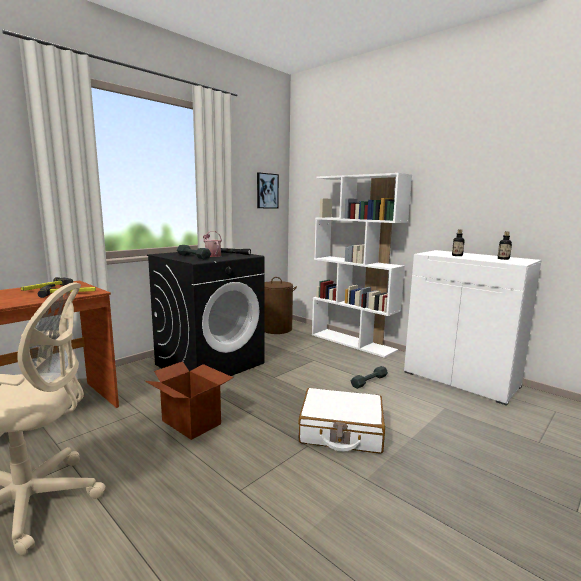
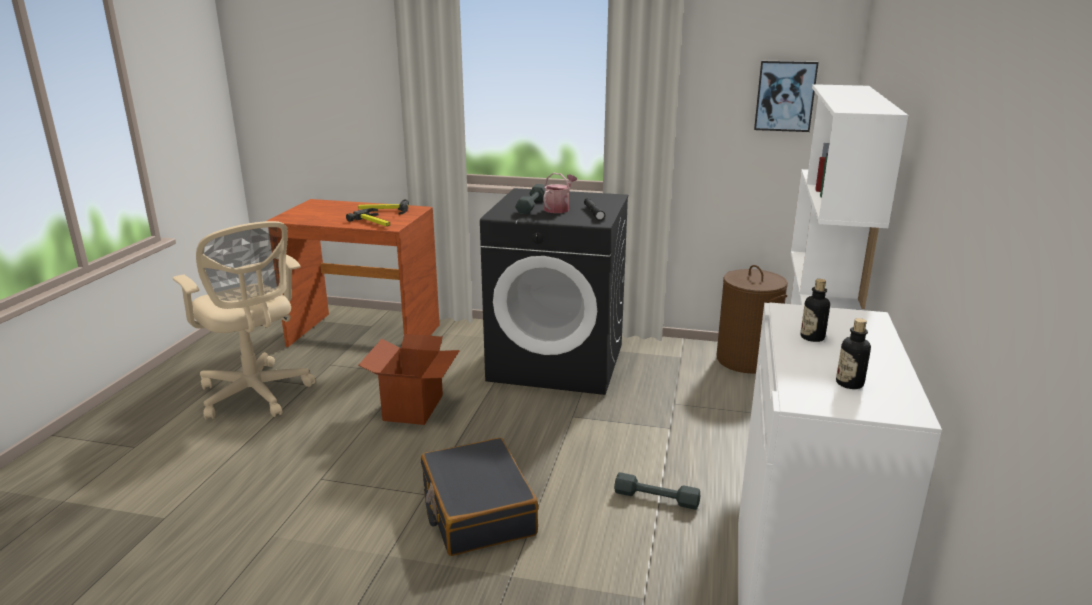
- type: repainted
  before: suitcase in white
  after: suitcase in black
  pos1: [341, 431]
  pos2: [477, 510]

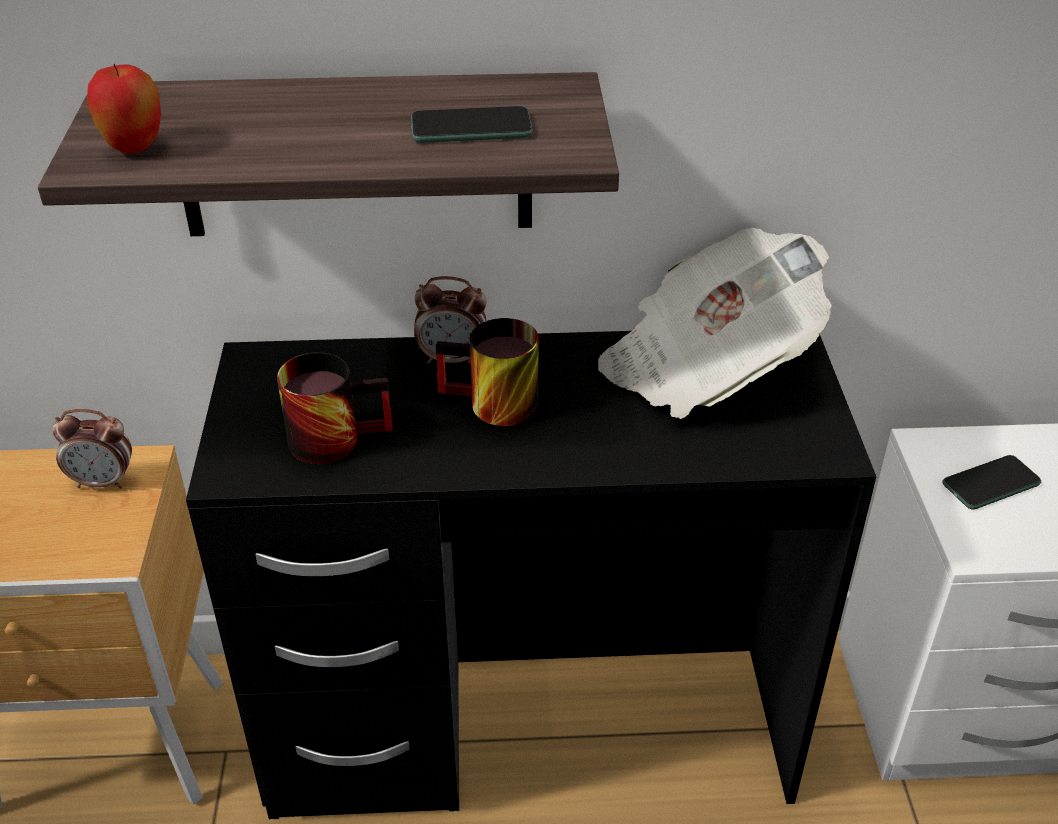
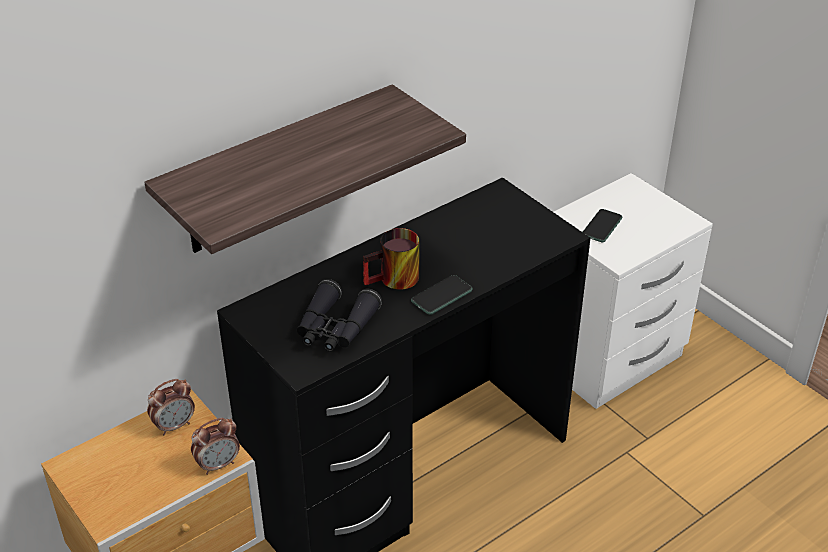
- type: gone
  before: apple
  pos1: [134, 148]
- type: shifted
  before: phone
  pos1: [471, 128]
  pos2: [441, 296]
- type: gone
  before: newspaper
  pos1: [706, 366]
- type: shifted
  before: alarm clock
  pos1: [452, 359]
  pos2: [218, 464]
- type: swapped
  before: mug
  after: binoculars in black
  pos1: [336, 435]
  pos2: [335, 328]

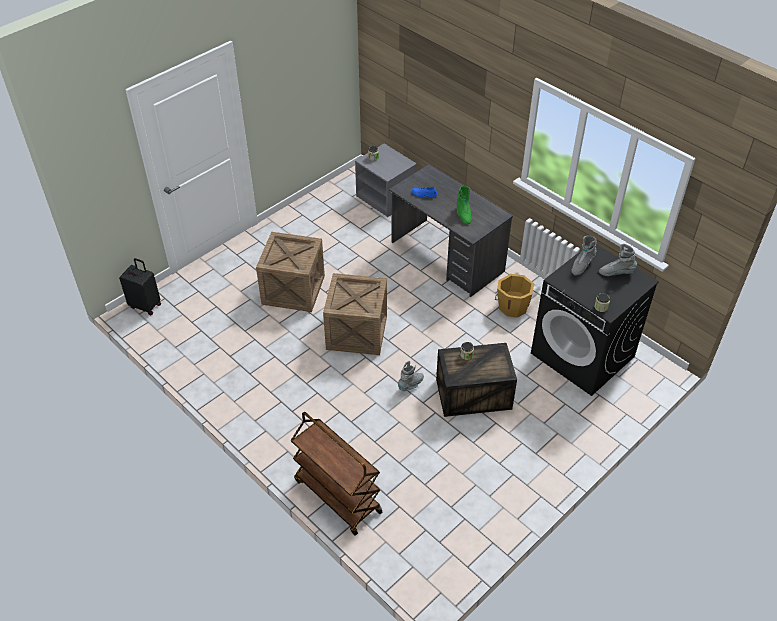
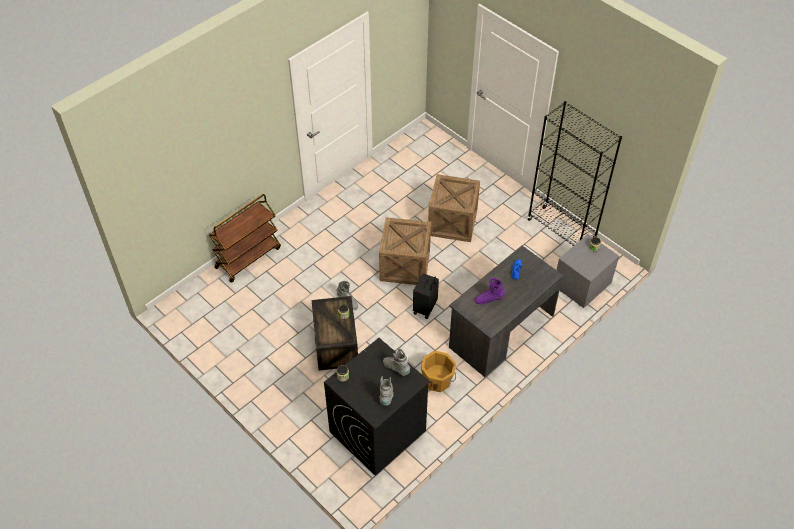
- type: repainted
  before: boot in green
  after: boot in purple
  pos1: [463, 214]
  pos2: [489, 299]
- type: shifted
  before: suitcase in black
  pos1: [146, 305]
  pos2: [425, 308]
- type: new
  after: bookcase in black
  pos2: [561, 231]

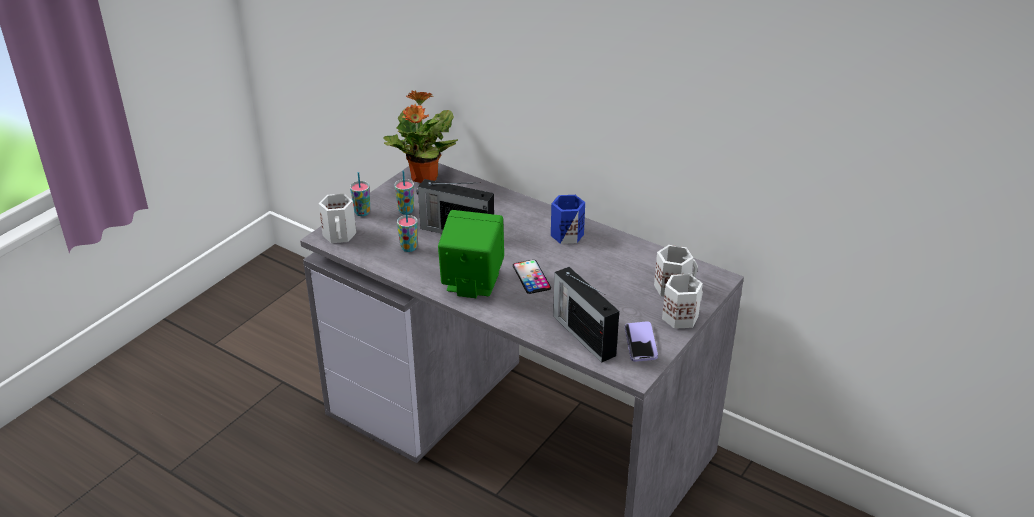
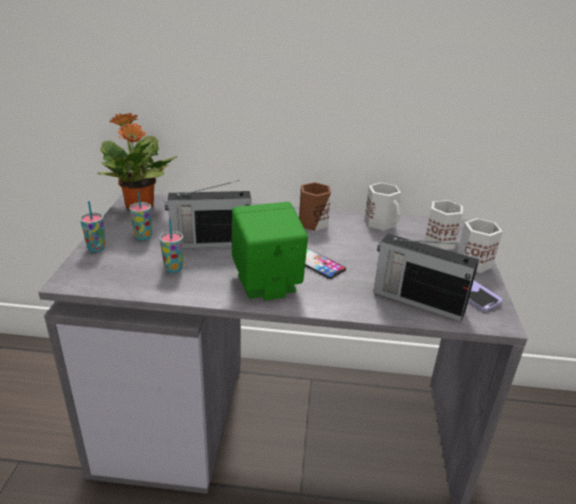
- type: shifted
  before: mug in white
  pos1: [340, 235]
  pos2: [381, 223]
- type: repainted
  before: mug in blue
  after: mug in brown
  pos1: [566, 234]
  pos2: [311, 222]

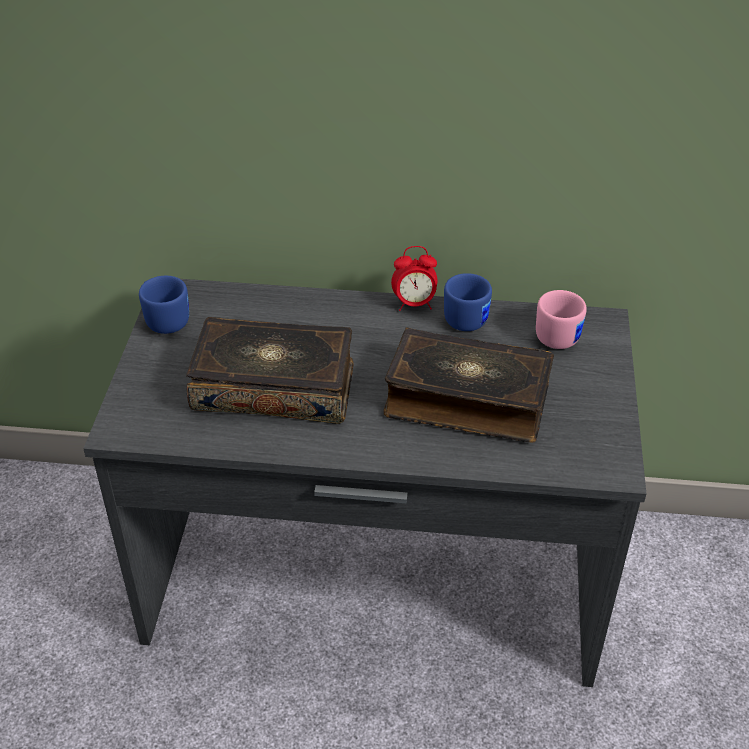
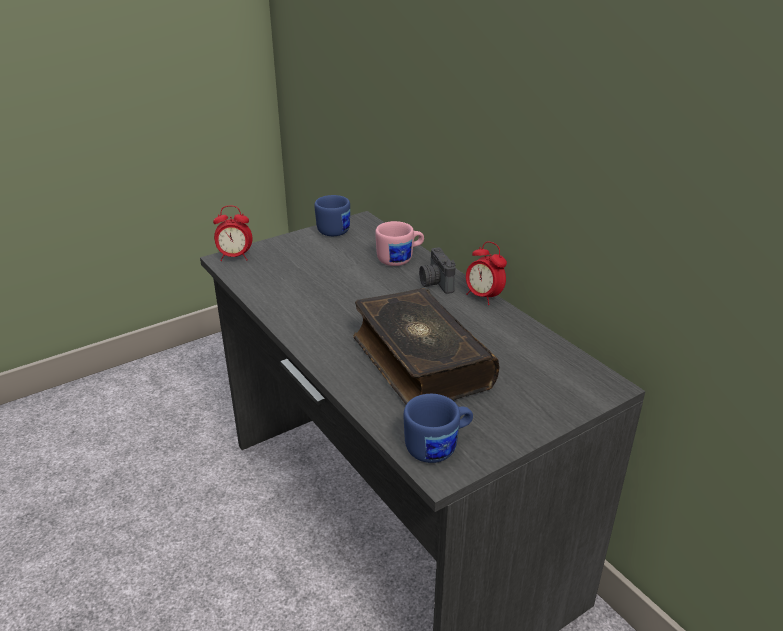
- type: shifted
  before: mug in blue
  pos1: [467, 316]
  pos2: [439, 447]
- type: shifted
  before: mug in pink
  pos1: [559, 333]
  pos2: [400, 259]
- type: gone
  before: book
  pos1: [274, 385]
- type: new
  after: alarm clock
  pos2: [235, 257]
- type: new
  after: photo camera
  pos2: [435, 283]

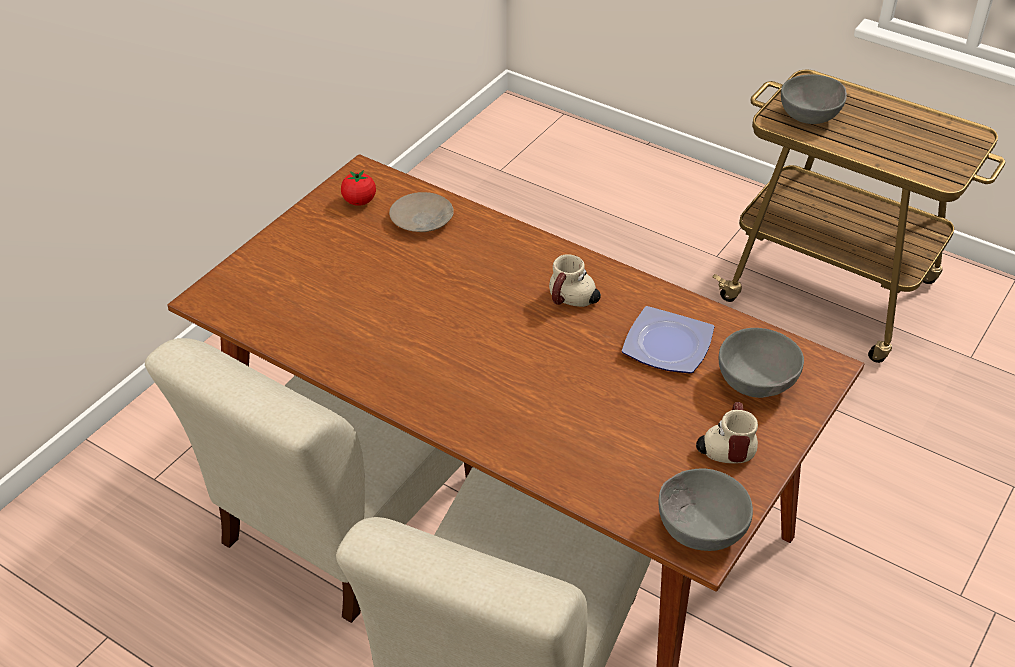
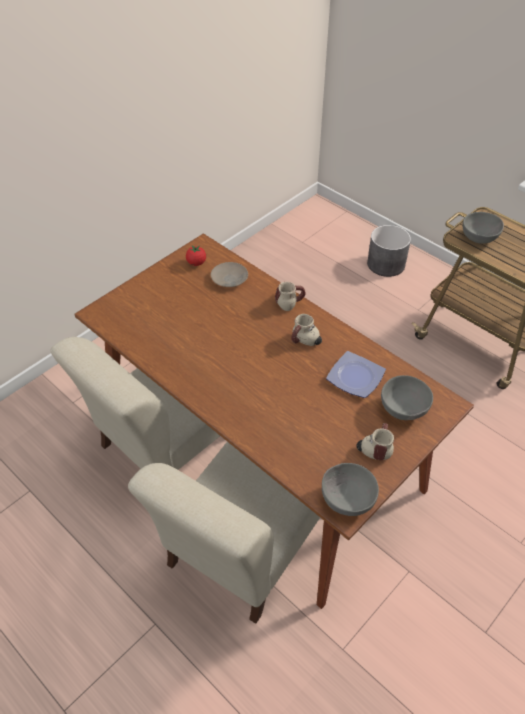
- type: new
  after: planter in grey
  pos2: [385, 264]
- type: new
  after: mug
  pos2: [289, 301]

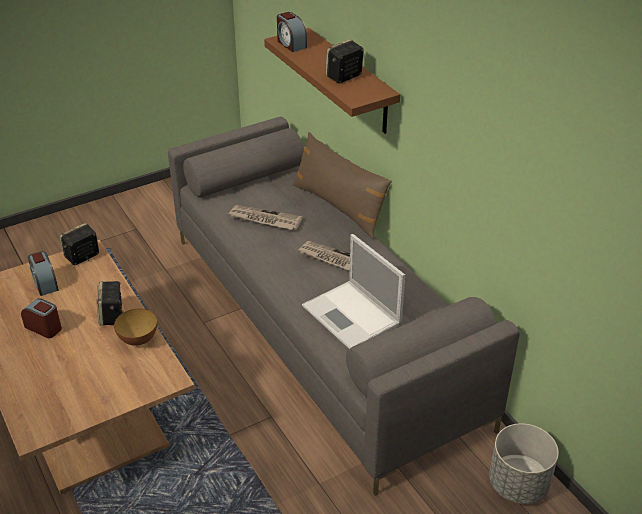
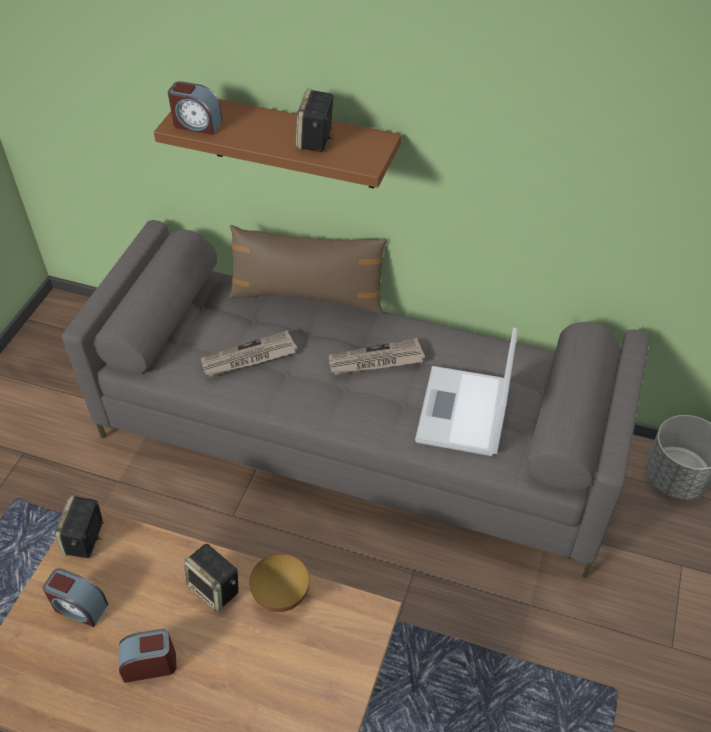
- type: rotated
  before: laptop
  pos1: [353, 316]
  pos2: [463, 413]
  turn: 90

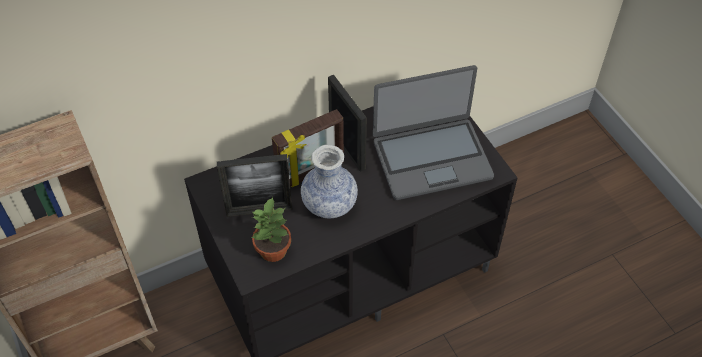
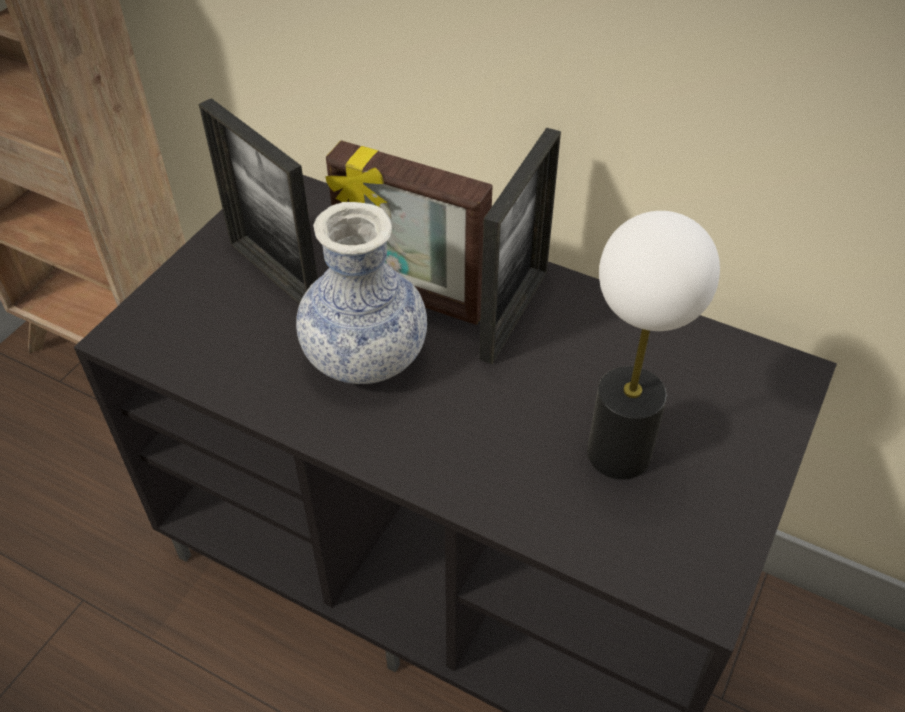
- type: swapped
  before: laptop
  after: table lamp
  pos1: [431, 158]
  pos2: [620, 453]
- type: gone
  before: potted plant
  pos1: [272, 251]

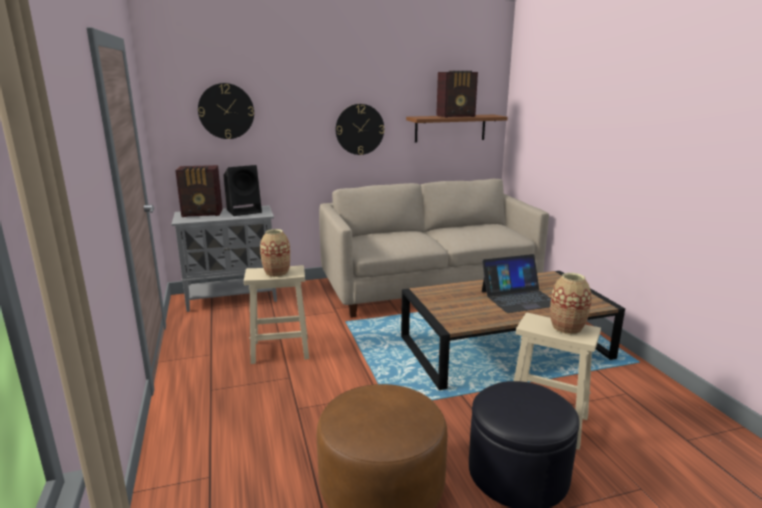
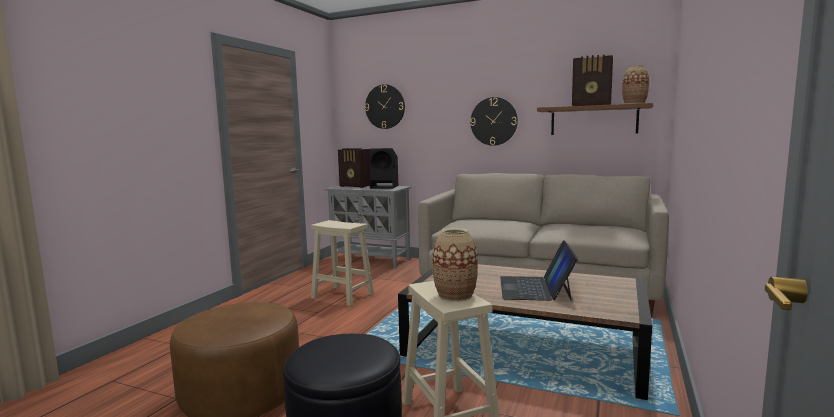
- type: shifted
  before: vase
  pos1: [277, 273]
  pos2: [634, 104]
- type: rotated
  before: laptop
  pos1: [519, 298]
  pos2: [535, 288]
  turn: 75

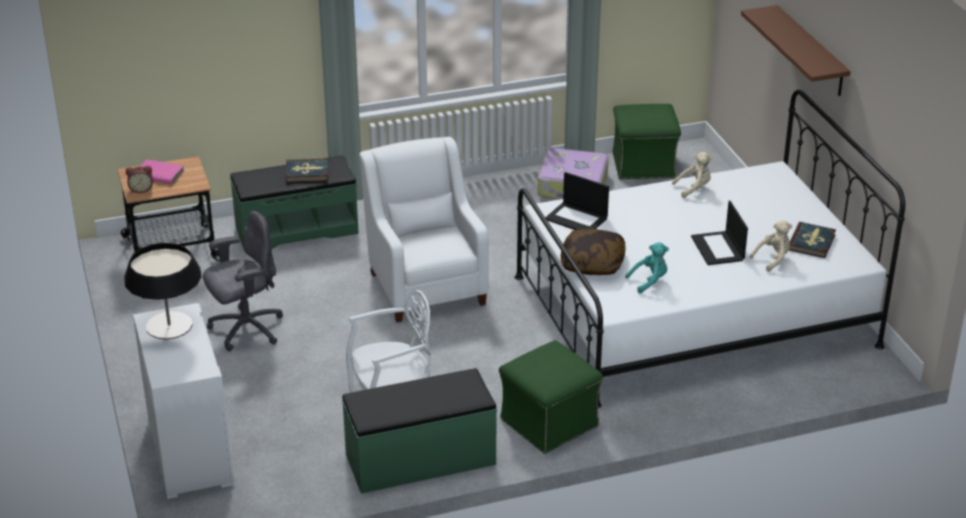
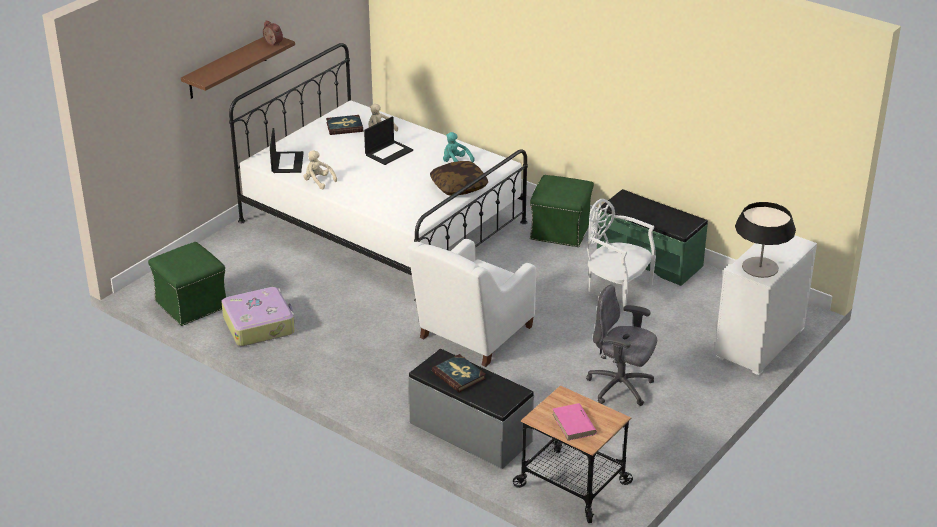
- type: repainted
  before: bench in green
  after: bench in grey
  pos1: [296, 230]
  pos2: [470, 432]
- type: shifted
  before: alarm clock
  pos1: [141, 189]
  pos2: [272, 44]
- type: shifted
  before: laptop
  pos1: [577, 218]
  pos2: [287, 162]

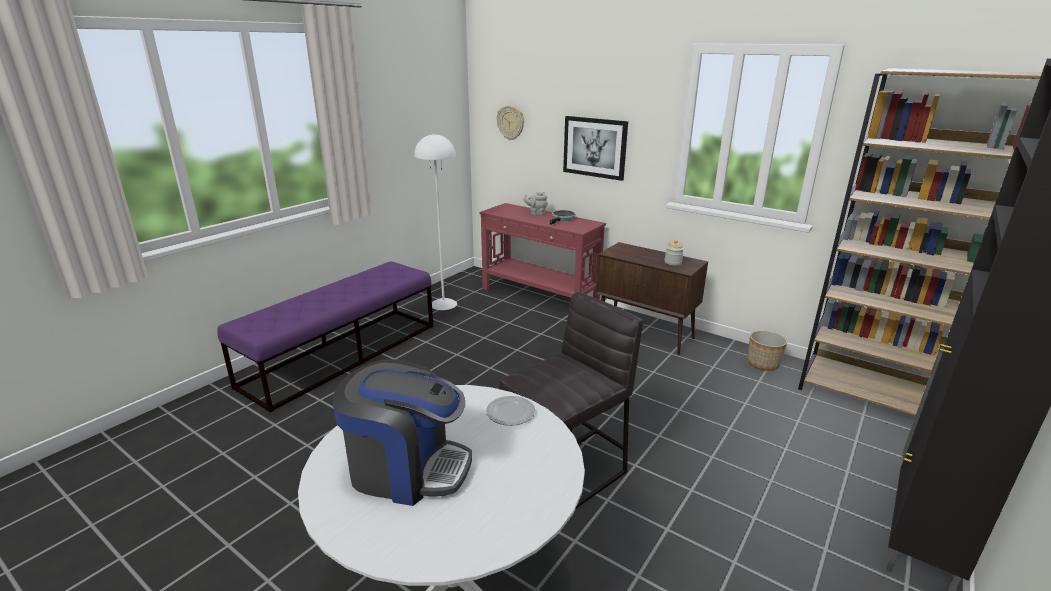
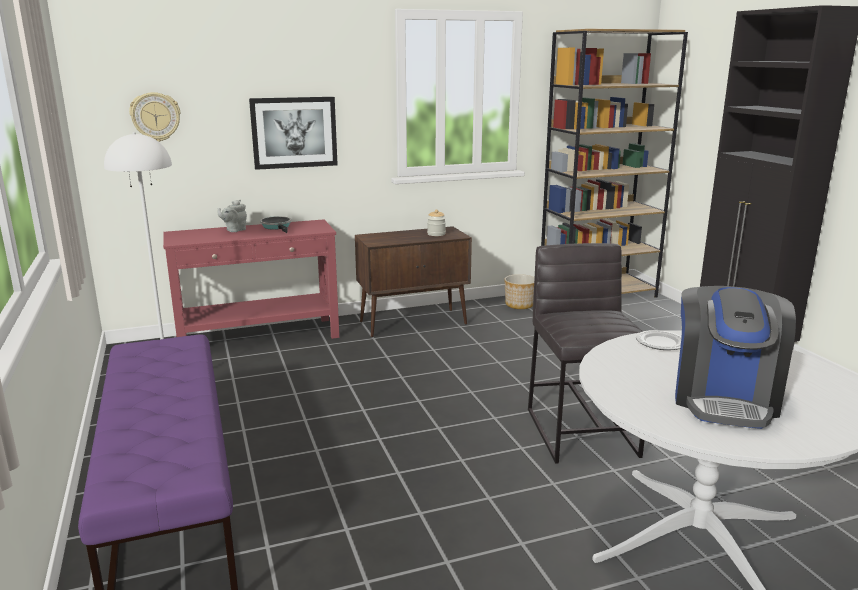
- type: rotated
  before: coffee machine
  pos1: [407, 468]
  pos2: [724, 399]
  turn: 150

